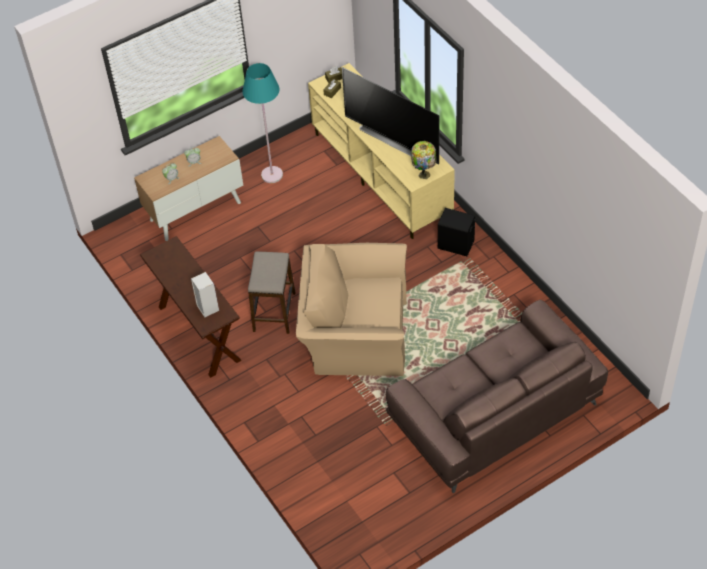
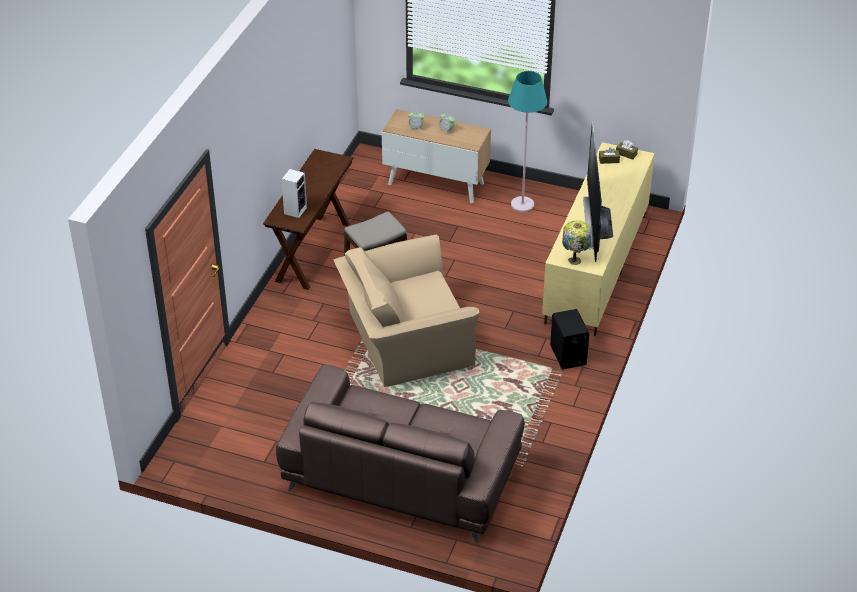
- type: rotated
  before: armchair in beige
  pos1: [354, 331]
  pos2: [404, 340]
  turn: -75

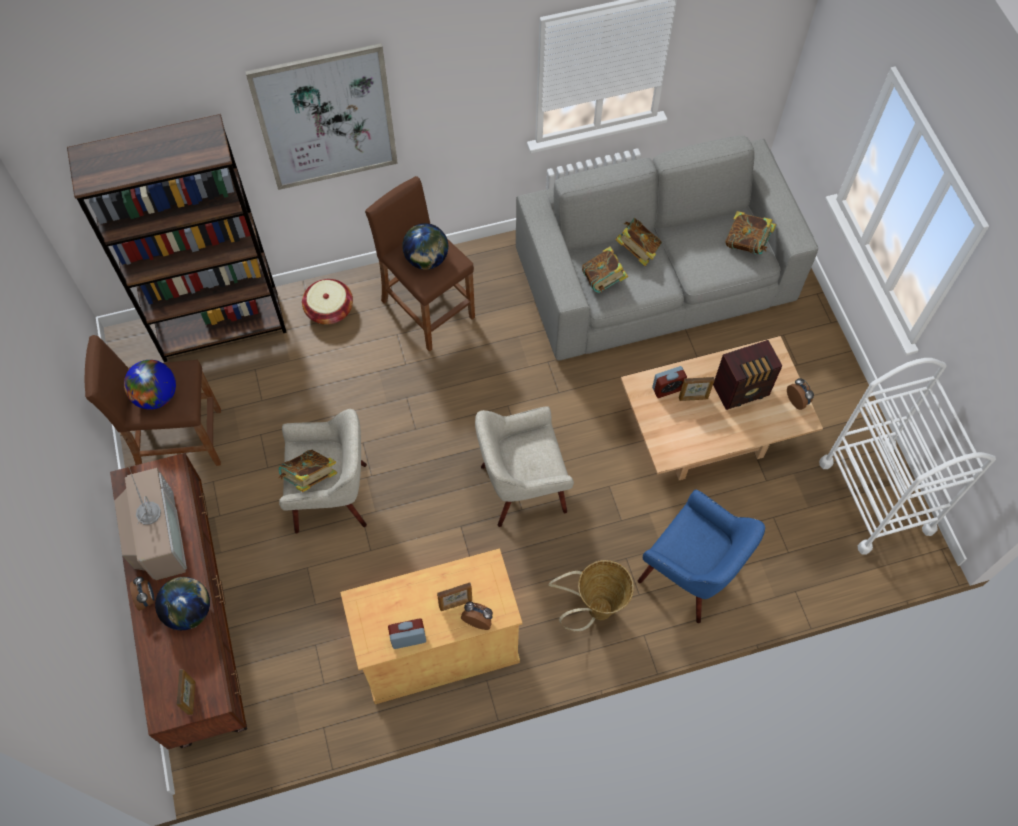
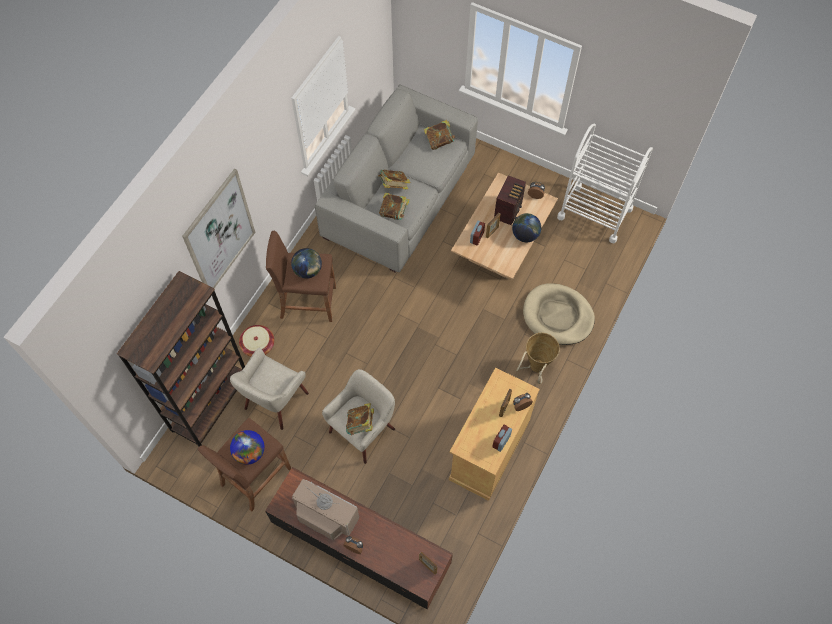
- type: shifted
  before: armchair in beige
  pos1: [521, 487]
  pos2: [275, 401]
- type: swapped
  before: armchair in blue
  after: dog bed in beige
  pos1: [690, 575]
  pos2: [557, 316]
- type: shifted
  before: globe
  pos1: [189, 611]
  pos2: [525, 235]

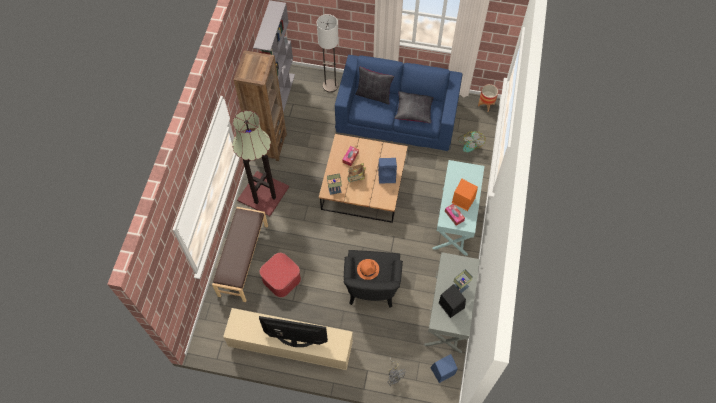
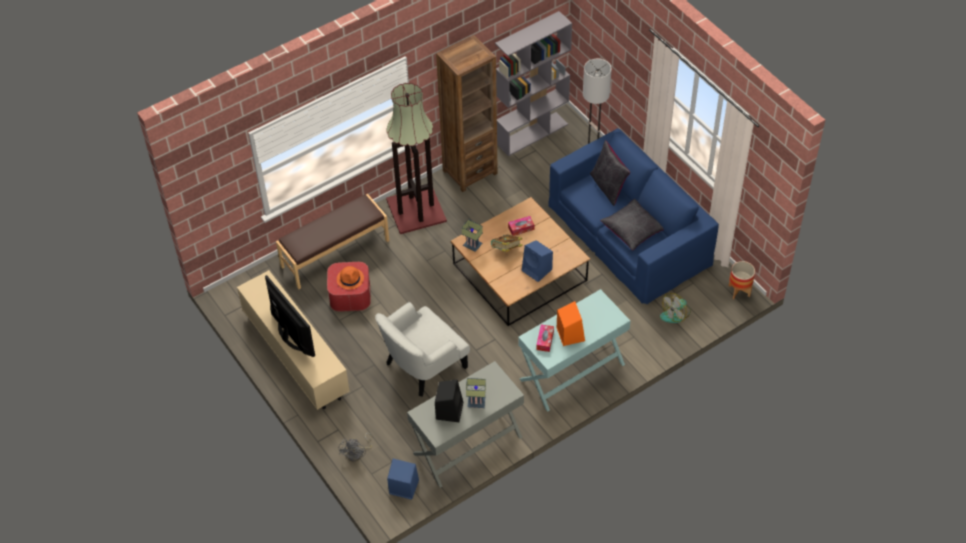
- type: repainted
  before: armchair in black
  after: armchair in white
  pos1: [372, 286]
  pos2: [423, 365]
- type: shifted
  before: hat in orange
  pos1: [368, 269]
  pos2: [350, 279]

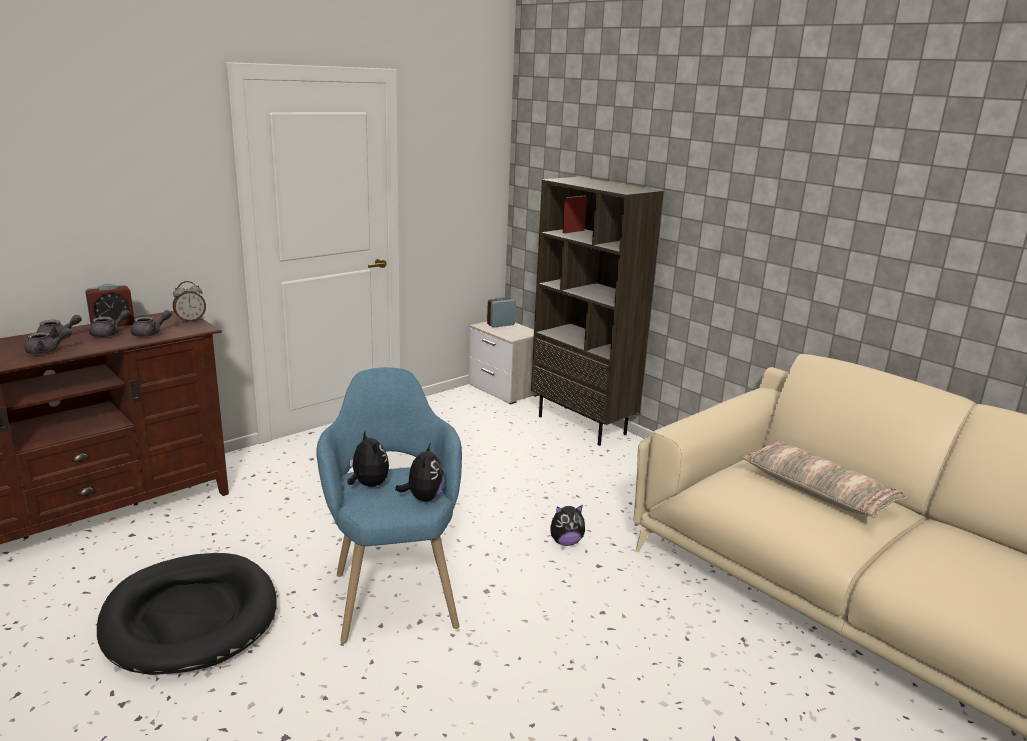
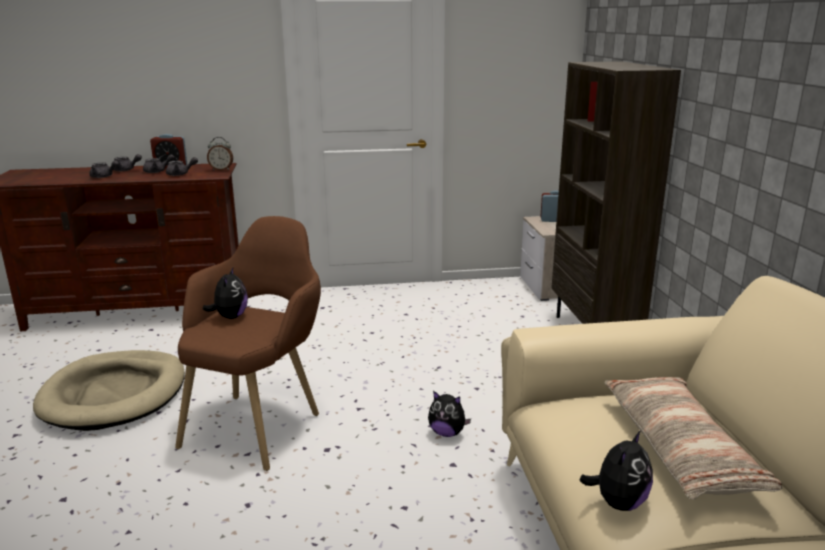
- type: repainted
  before: armchair in blue
  after: armchair in brown
  pos1: [393, 588]
  pos2: [260, 421]
- type: shifted
  before: plush toy
  pos1: [423, 498]
  pos2: [618, 502]
- type: repainted
  before: dog bed in black
  after: dog bed in beige
  pos1: [190, 617]
  pos2: [115, 394]

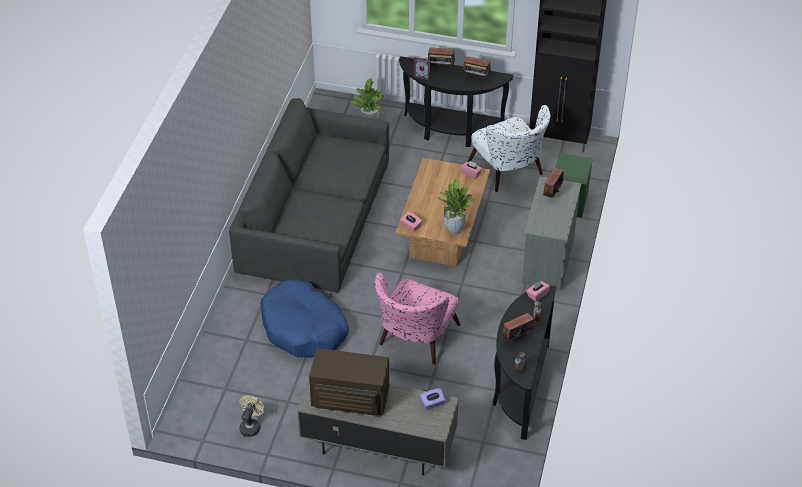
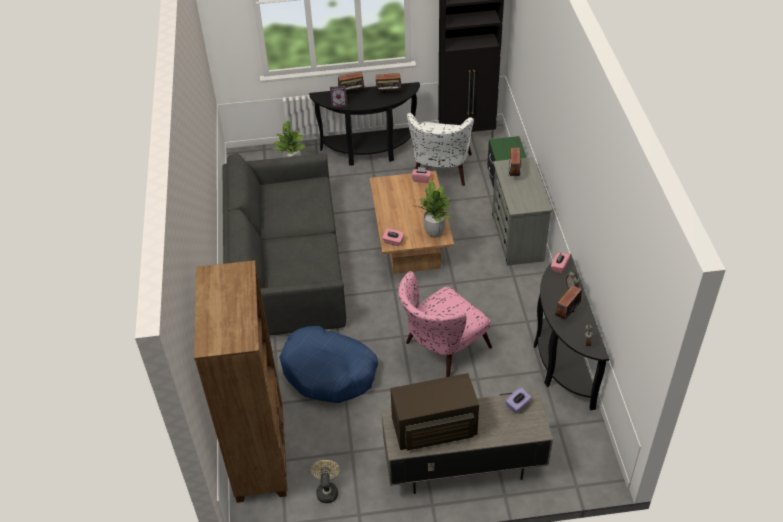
- type: rotated
  before: armchair in white
  pos1: [509, 172]
  pos2: [440, 172]
  turn: 60
- type: rotated
  before: armchair in pink
  pos1: [414, 340]
  pos2: [441, 349]
  turn: 45
- type: new
  after: bookcase in brown
  pos2: [261, 455]

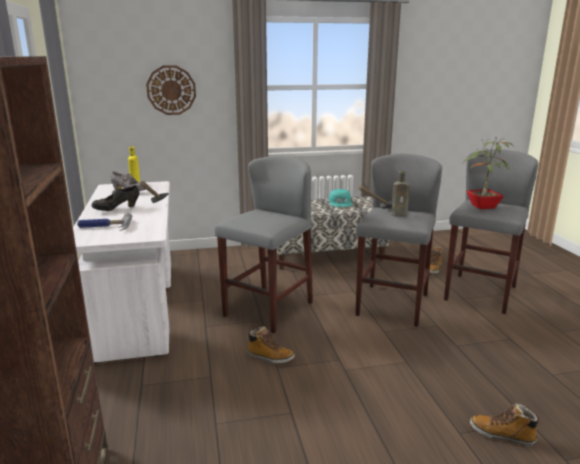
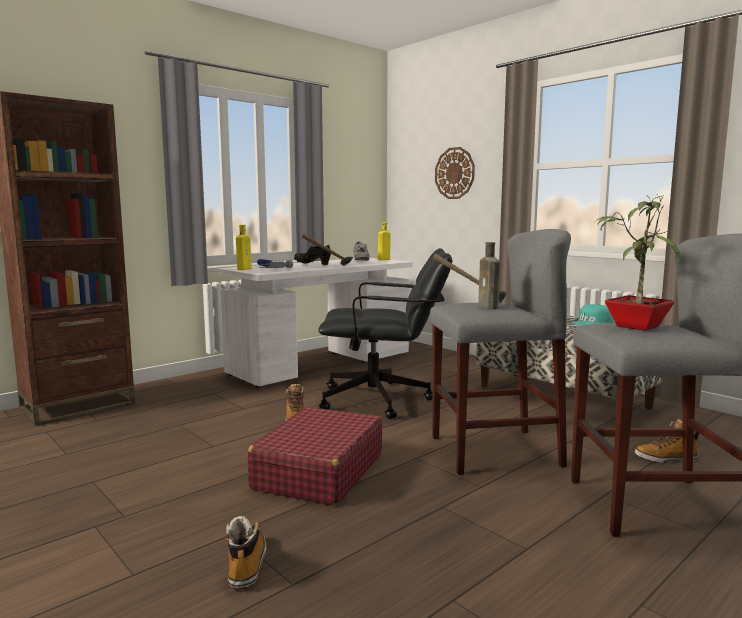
- type: swapped
  before: stool in grey
  after: office chair in black
  pos1: [268, 309]
  pos2: [385, 400]
- type: new
  after: bottle in yellow
  pos2: [245, 269]
- type: new
  after: suitcase in red
  pos2: [318, 471]

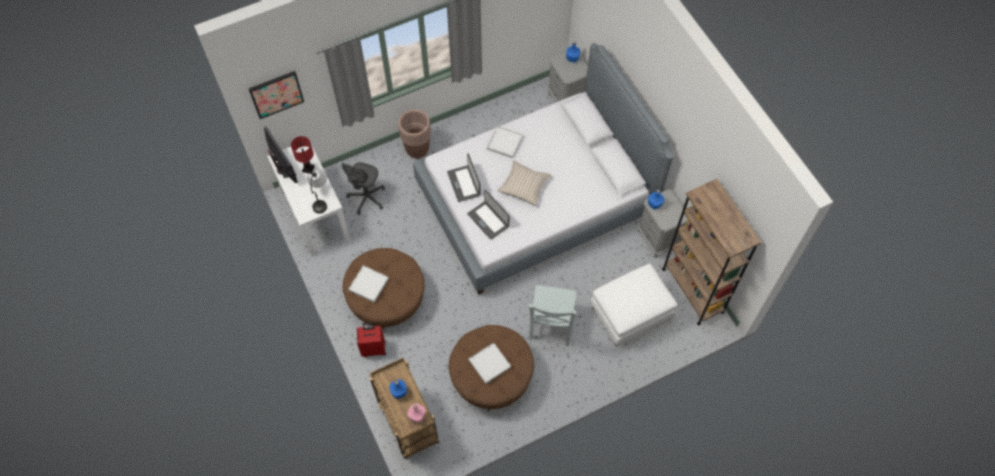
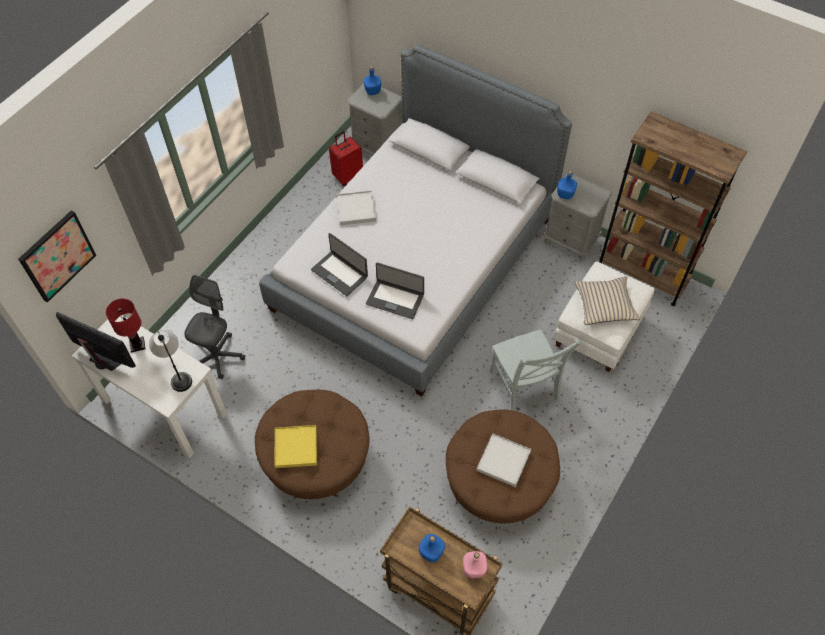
- type: gone
  before: planter in brown
  pos1: [417, 150]
- type: shifted
  before: pillow in beige
  pos1: [524, 186]
  pos2: [604, 304]
- type: rotated
  before: office chair in grey
  pos1: [367, 198]
  pos2: [218, 356]
  turn: -150
- type: repainted
  before: tray in white
  after: tray in yellow
  pos1: [369, 284]
  pos2: [296, 447]
- type: shifted
  before: suitcase in red
  pos1: [373, 348]
  pos2: [347, 176]

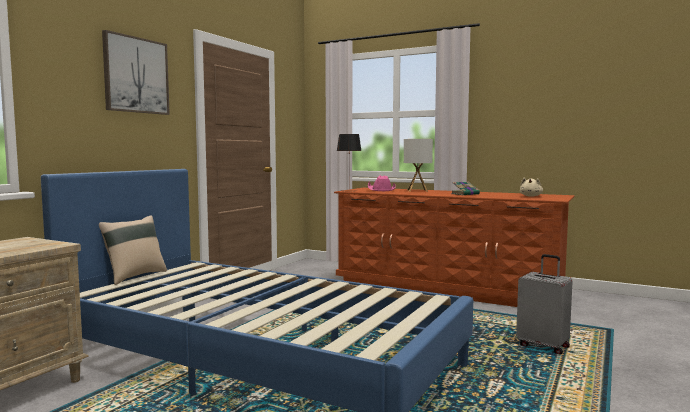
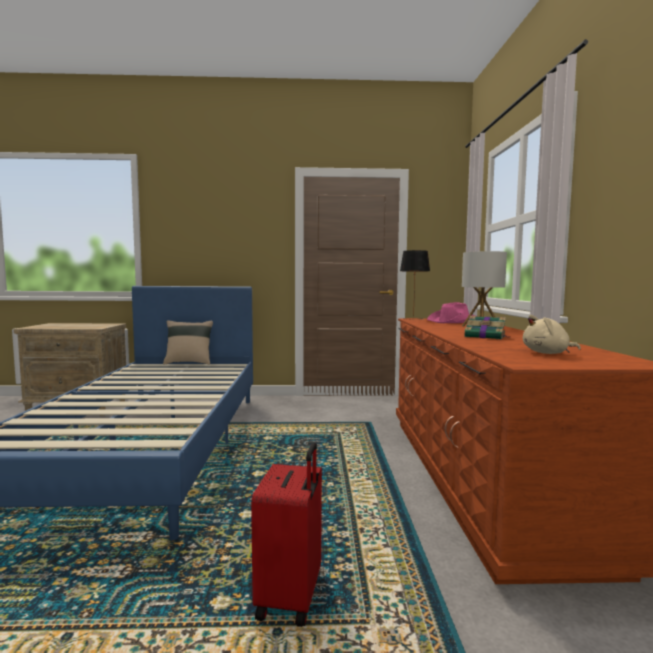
- type: gone
  before: picture
  pos1: [136, 75]
- type: repainted
  before: suitcase in grey
  after: suitcase in red
  pos1: [543, 346]
  pos2: [291, 597]

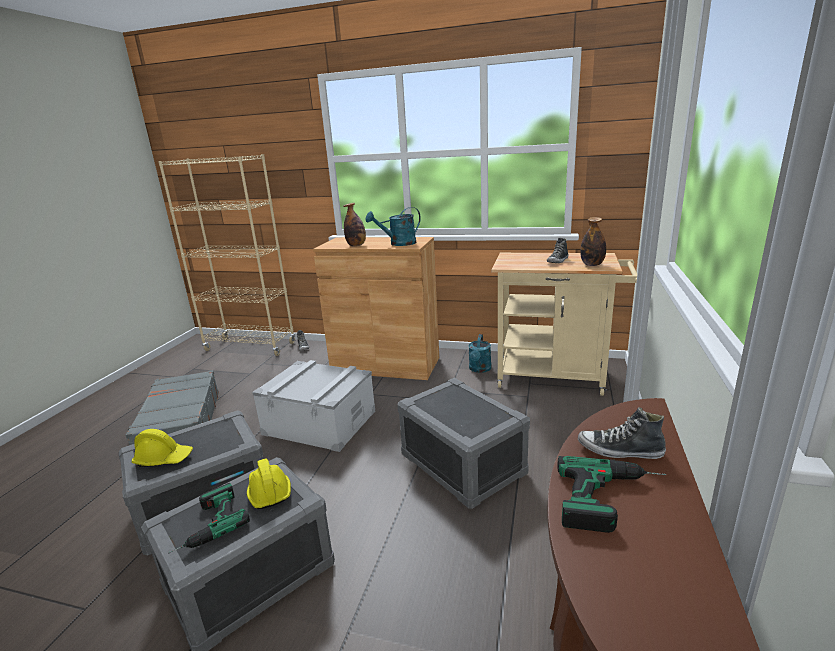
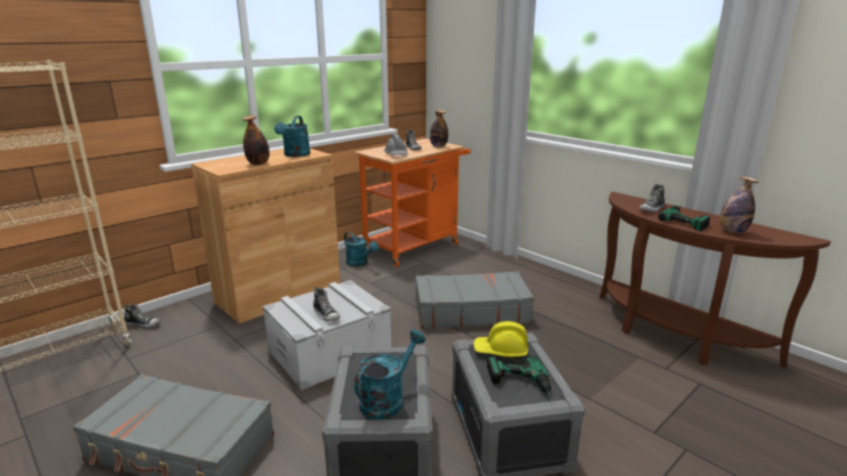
- type: repainted
  before: cart in beige
  after: cart in orange
  pos1: [558, 377]
  pos2: [415, 246]
- type: swapped
  before: storage box in grey
  after: suitcase in grey
  pos1: [461, 464]
  pos2: [471, 311]
- type: swapped
  before: hard hat in yellow
  after: watering can in turquoise
  pos1: [164, 459]
  pos2: [387, 399]
- type: new
  after: hard hat in grey
  pos2: [396, 154]
- type: new
  after: bottle
  pos2: [732, 231]
- type: new
  after: shoe
  pos2: [326, 314]

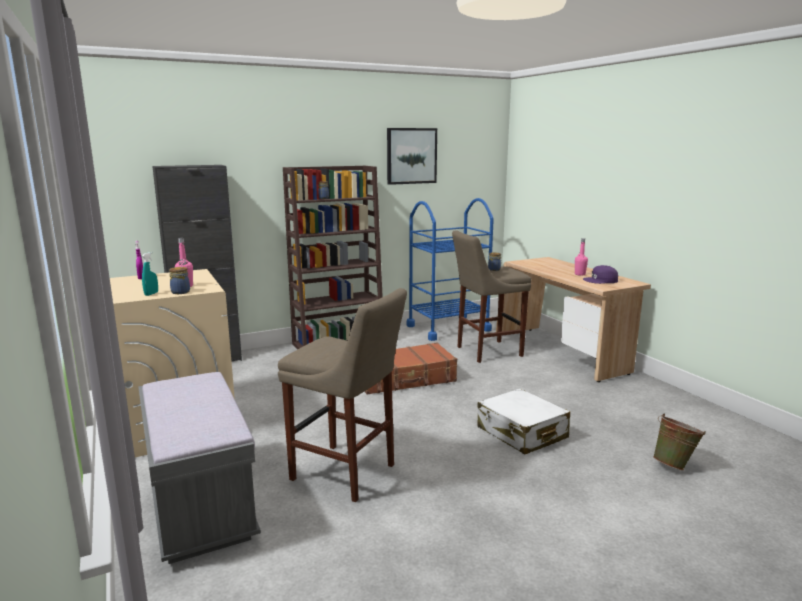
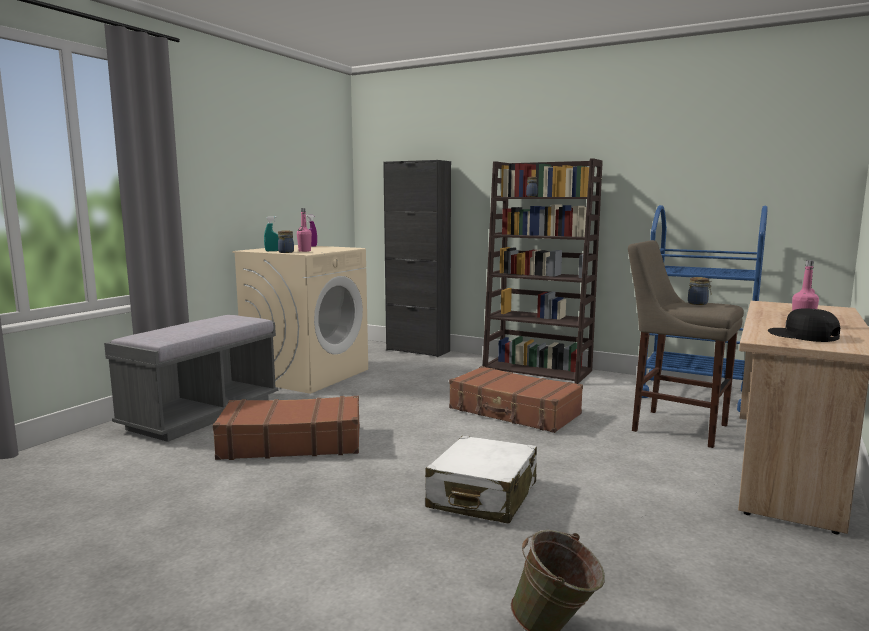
- type: gone
  before: picture
  pos1: [411, 156]
- type: repainted
  before: cap in purple
  after: cap in black
  pos1: [600, 280]
  pos2: [803, 335]
- type: swapped
  before: stool in beige
  after: suitcase in brown
  pos1: [347, 474]
  pos2: [291, 442]

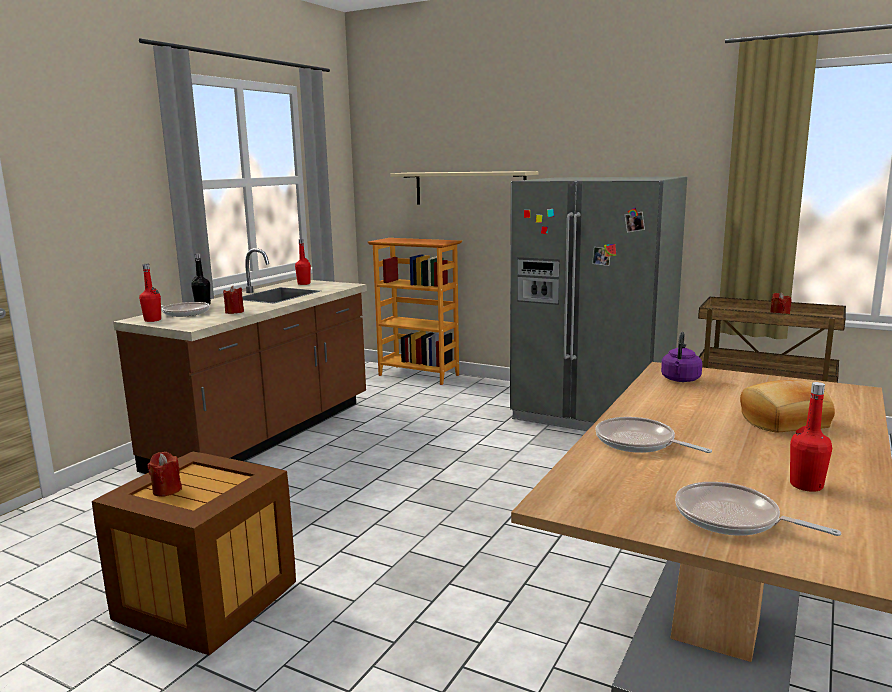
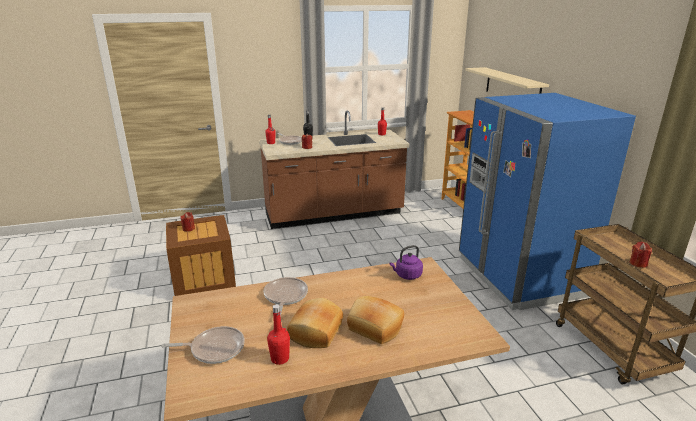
- type: repainted
  before: fridge in grey
  after: fridge in blue
  pos1: [593, 413]
  pos2: [519, 276]
- type: rotated
  before: frying pan
  pos1: [732, 519]
  pos2: [214, 349]
  turn: 90
- type: new
  after: bread
  pos2: [314, 332]

